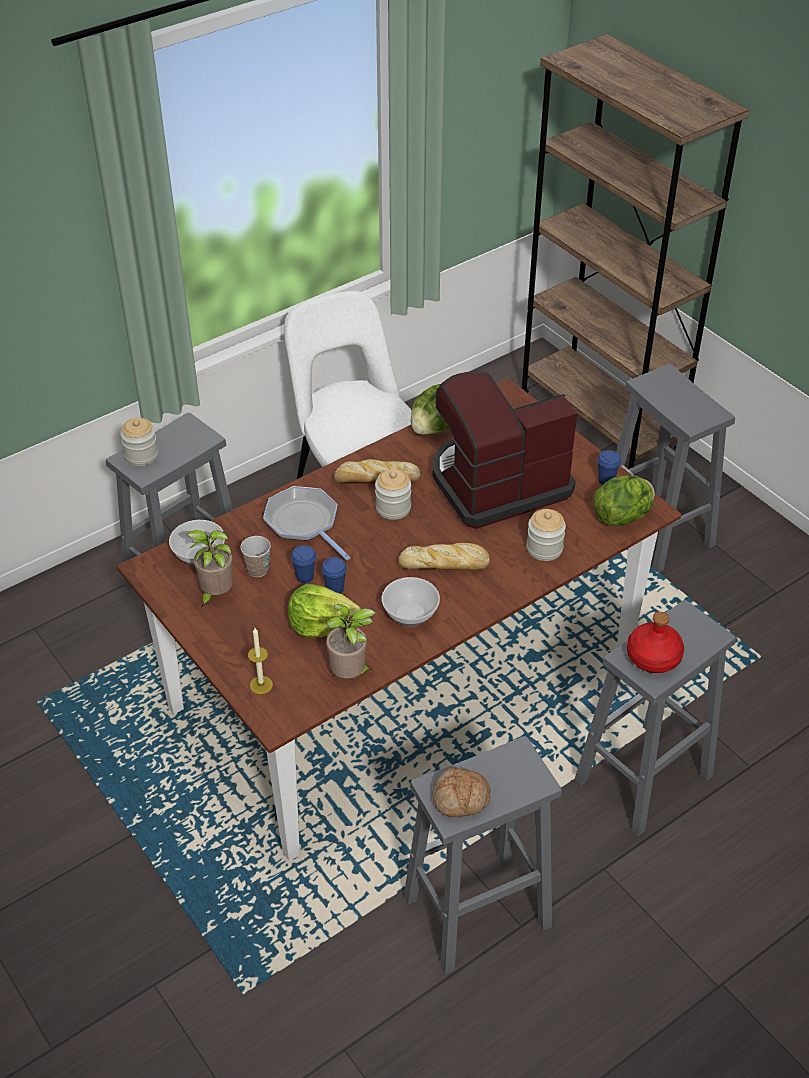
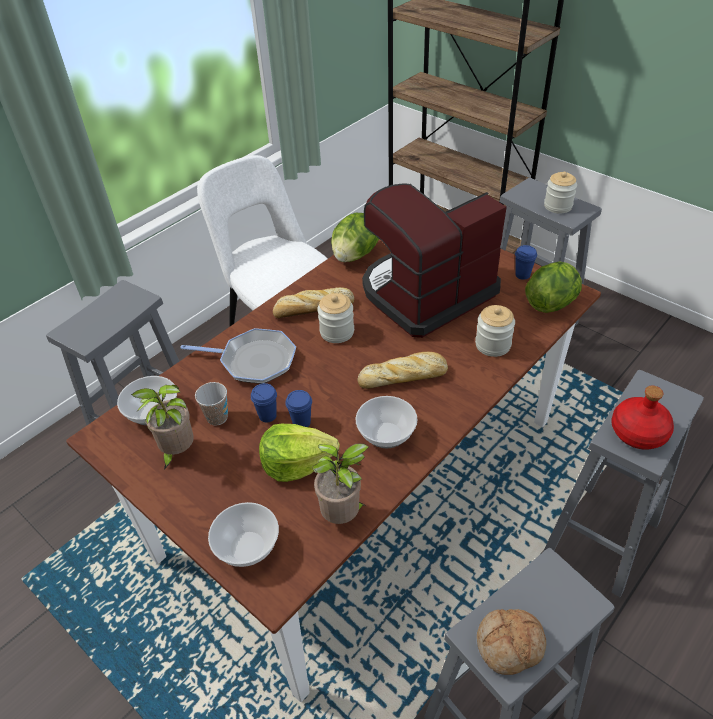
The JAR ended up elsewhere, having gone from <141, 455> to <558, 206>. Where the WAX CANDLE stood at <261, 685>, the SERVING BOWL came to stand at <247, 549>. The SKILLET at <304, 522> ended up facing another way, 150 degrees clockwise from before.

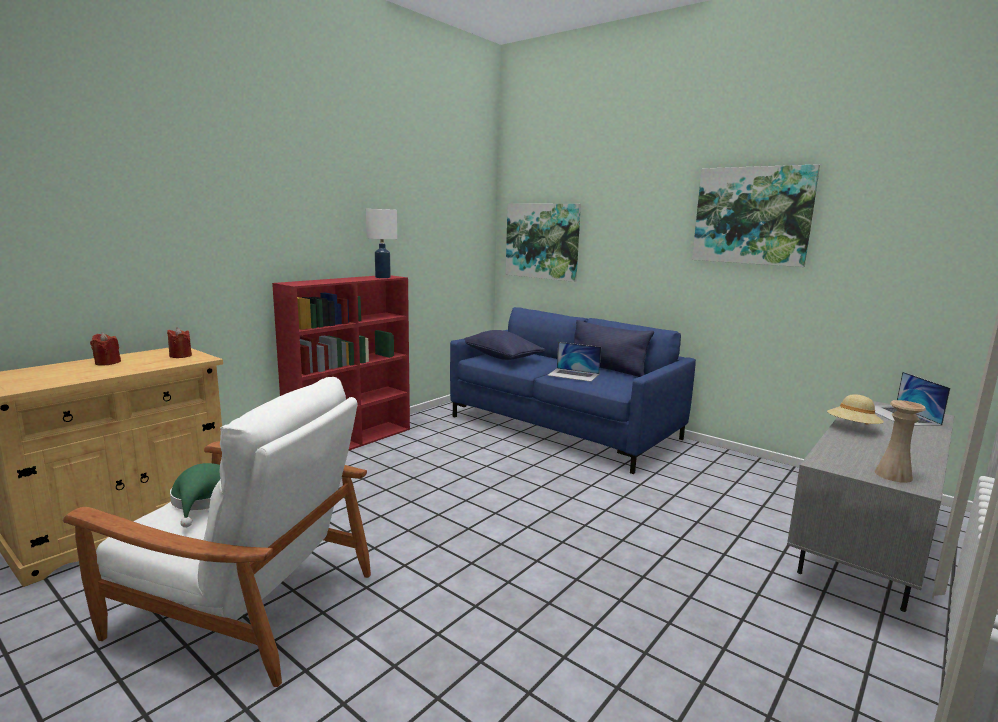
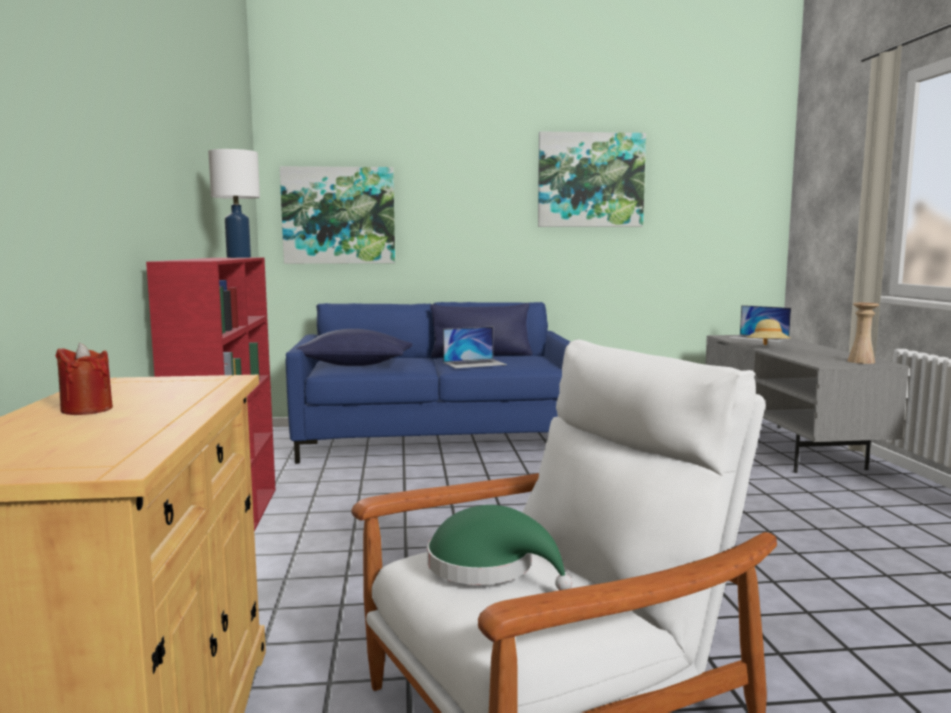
The second view lost the RED-COLOURED WAX CANDLE at <180, 356>.

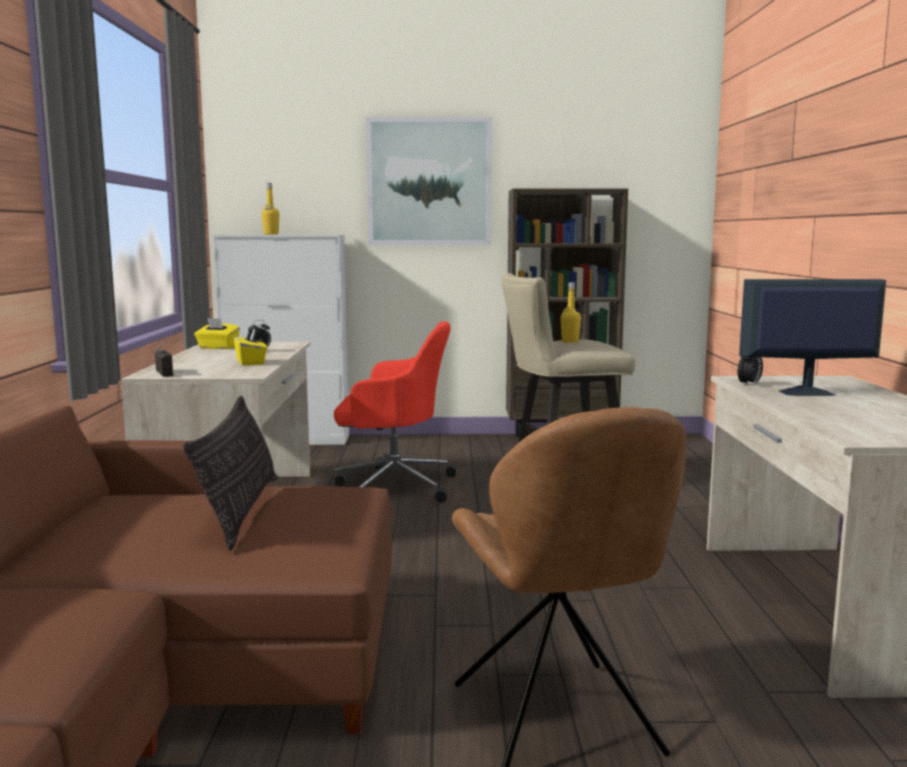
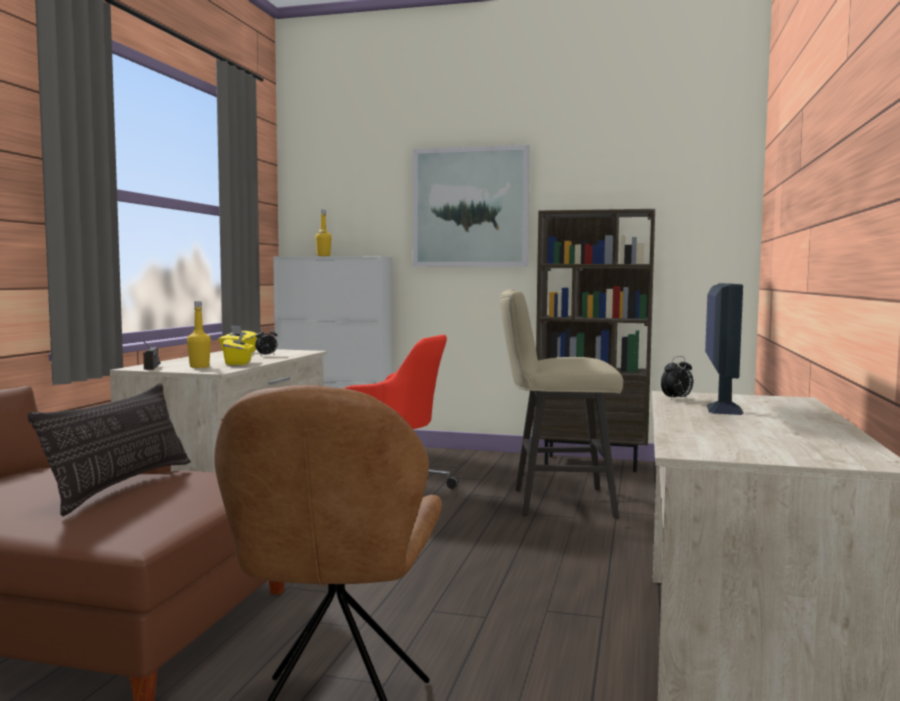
The YELLOW BEVERAGE BOTTLE ended up elsewhere, having gone from <570, 341> to <199, 367>. The COMPUTER DISPLAY at <805, 393> ended up facing another way, 90 degrees clockwise from before.

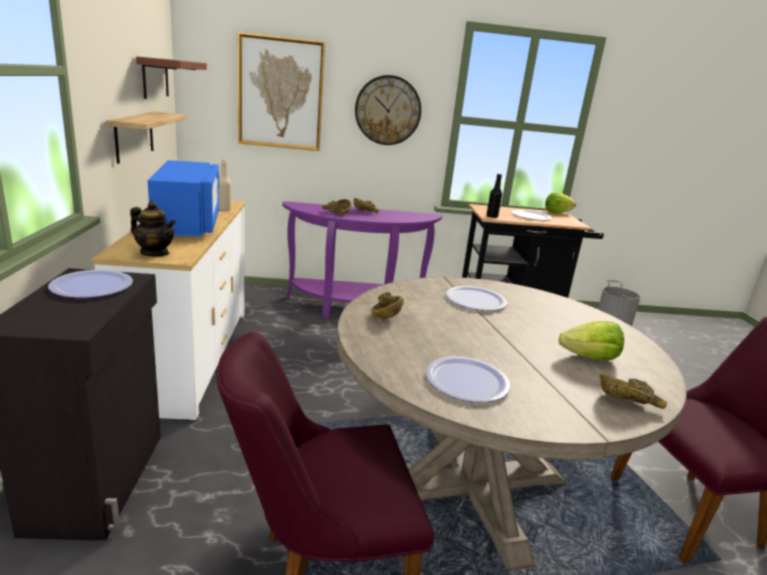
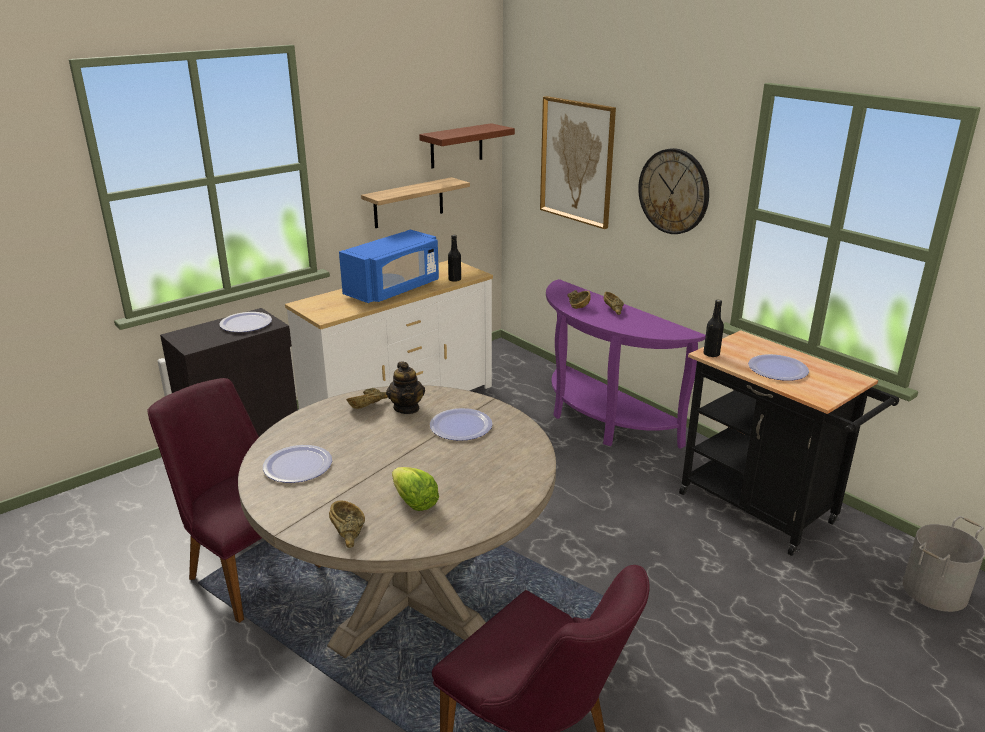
The POT FOR TEA ended up elsewhere, having gone from <155, 253> to <407, 408>. What was the BEIGE-COLOURED BEVERAGE BOTTLE at <224, 209> turned into the BLACKISH BEVERAGE BOTTLE at <454, 280>. The second view lost the LETTUCE at <557, 212>.

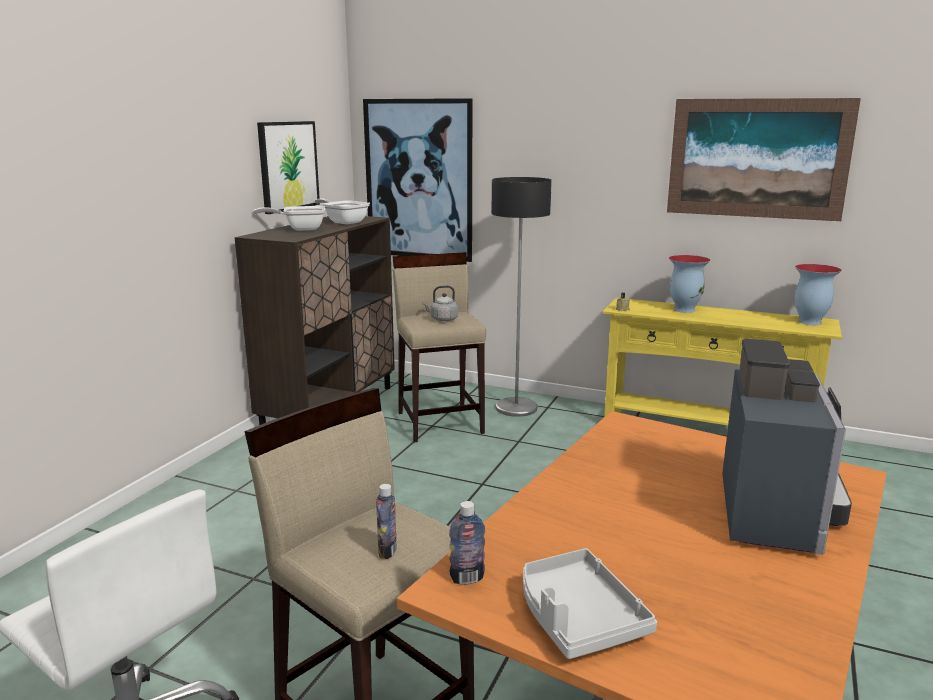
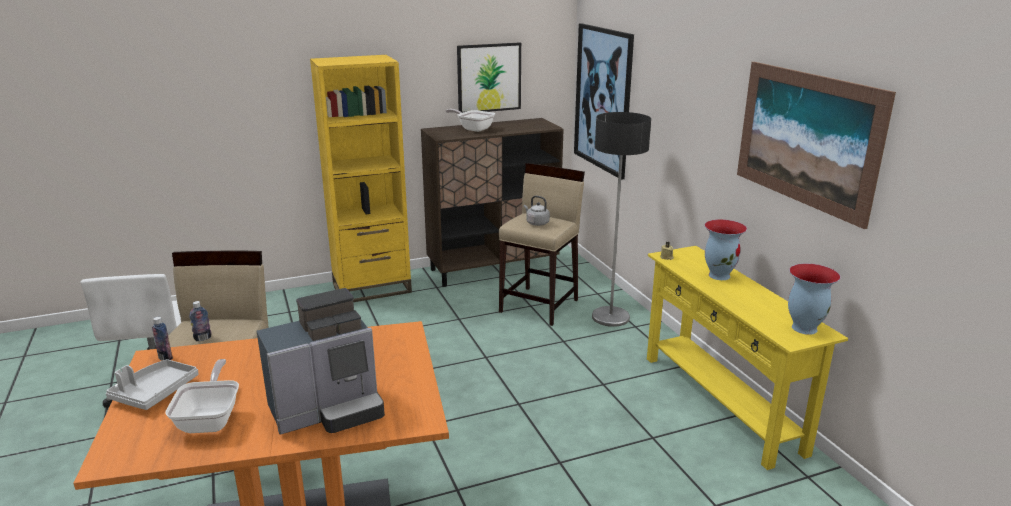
The SKILLET ended up elsewhere, having gone from <344, 222> to <211, 418>. The second view gained the YELLOW SHELVING UNIT at <372, 288>.

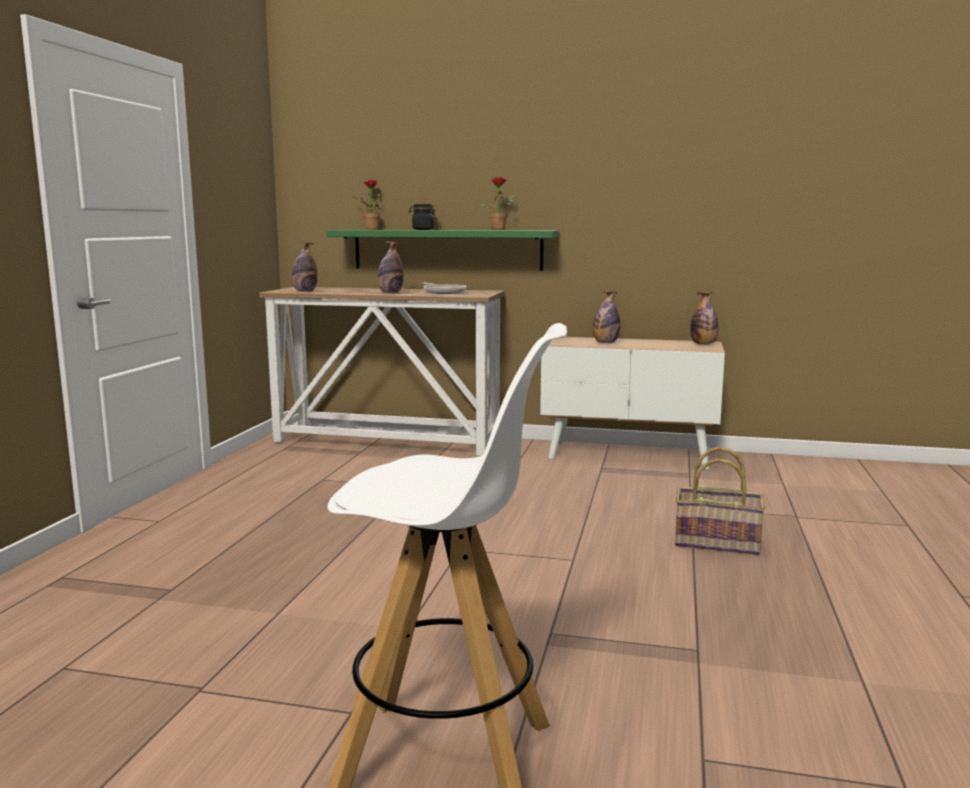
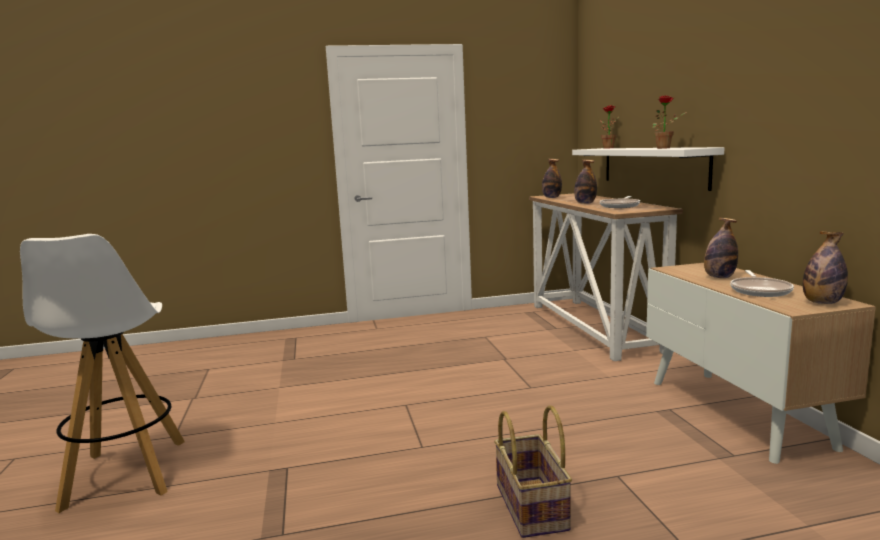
What was the GREEN SHELF at <447, 249> turned into the WHITISH SHELF at <652, 166>. The second view lost the BLACKISH JAR at <422, 229>. The second view gained the SKILLET at <760, 290>.

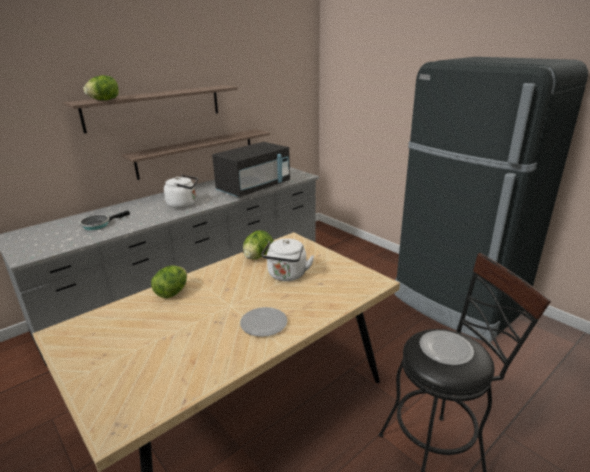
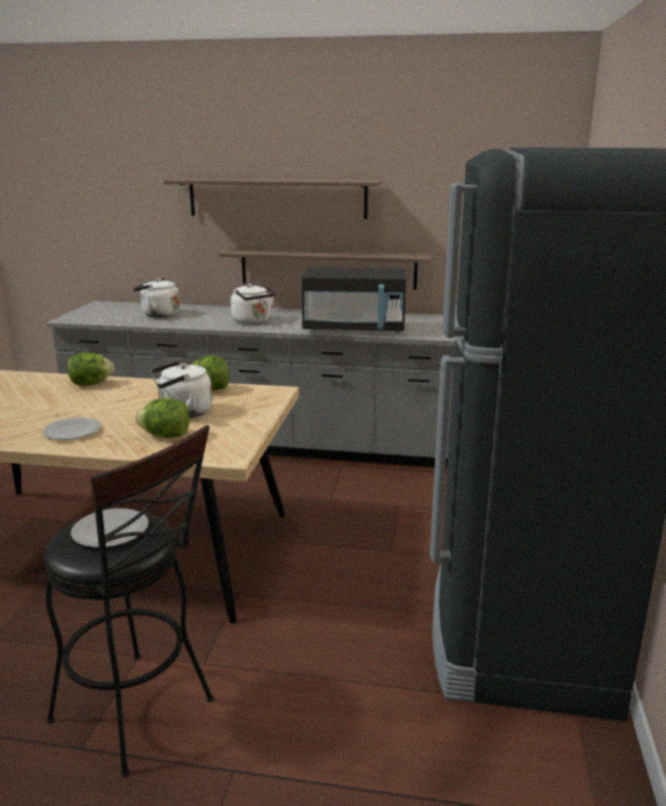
Where the SKILLET stood at <98, 224>, the WHITISH TEA KETTLE came to stand at <158, 315>. The LETTUCE ended up elsewhere, having gone from <104, 100> to <166, 436>.

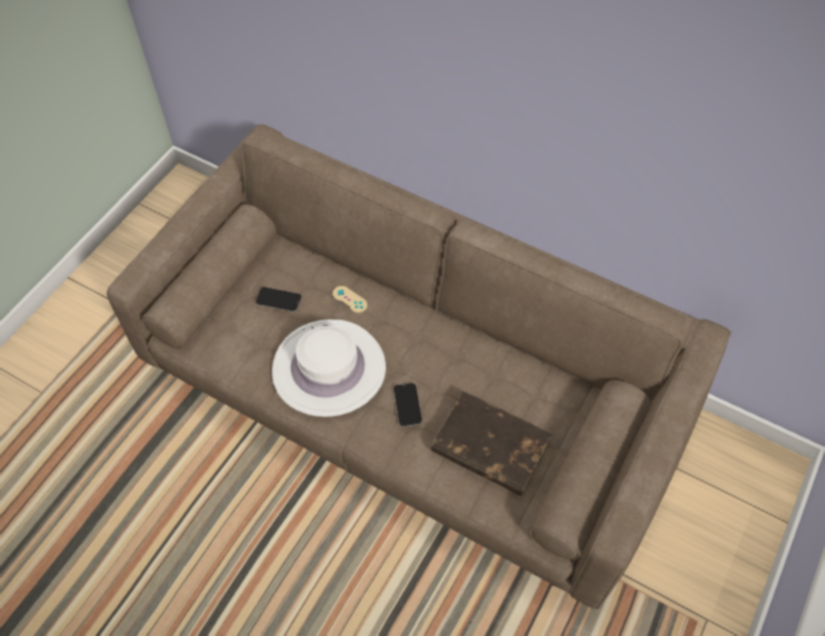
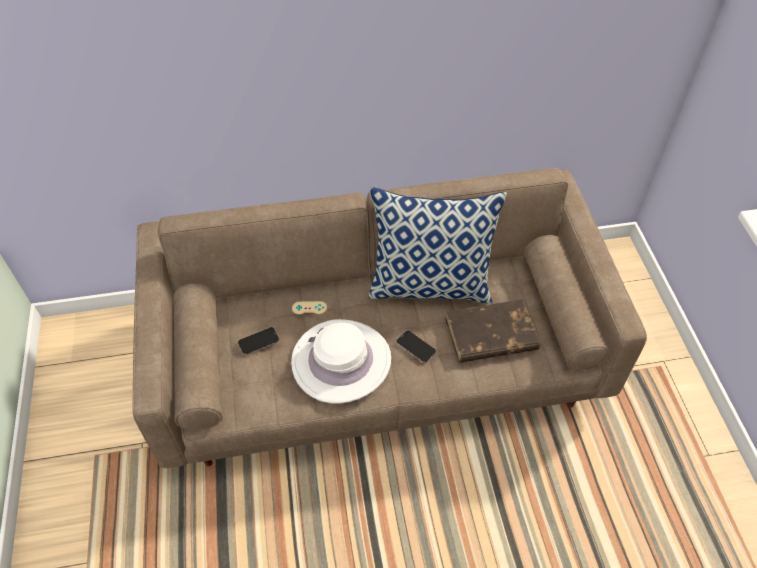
The second view gained the CUSHION at <431, 285>.

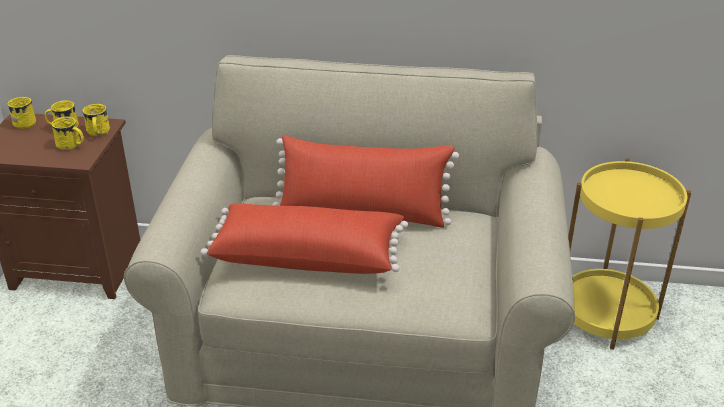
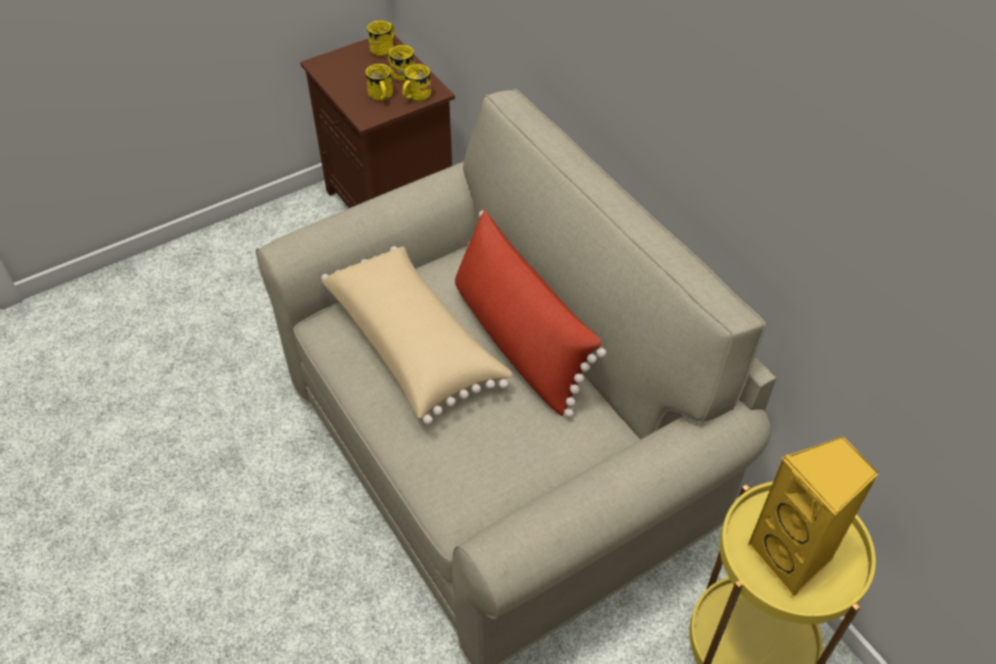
What was the RED-COLOURED CUSHION at <308, 255> turned into the BEIGE-COLOURED CUSHION at <414, 345>. The second view gained the YELLOW SPEAKER at <793, 558>.

